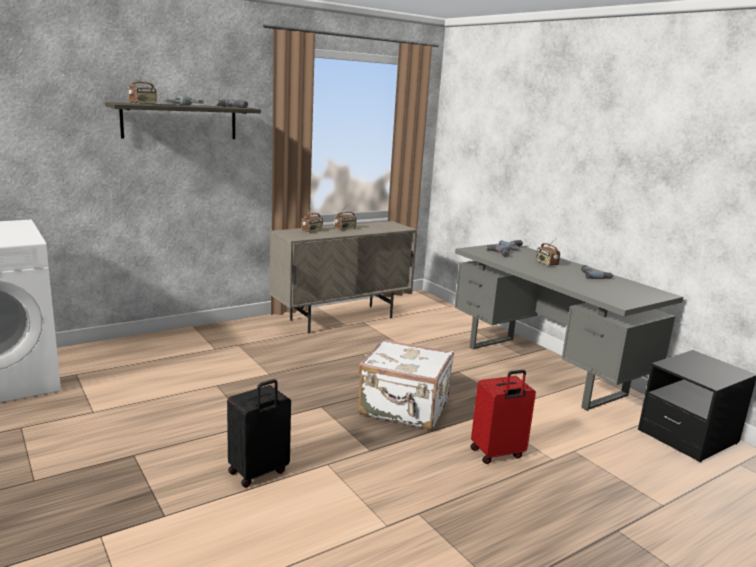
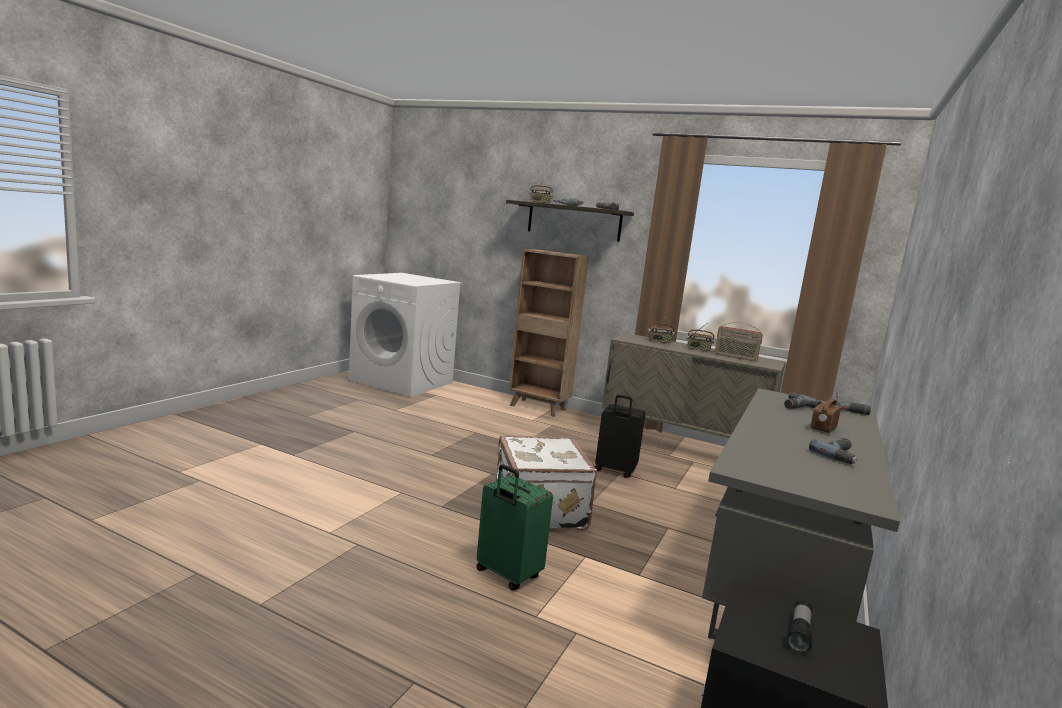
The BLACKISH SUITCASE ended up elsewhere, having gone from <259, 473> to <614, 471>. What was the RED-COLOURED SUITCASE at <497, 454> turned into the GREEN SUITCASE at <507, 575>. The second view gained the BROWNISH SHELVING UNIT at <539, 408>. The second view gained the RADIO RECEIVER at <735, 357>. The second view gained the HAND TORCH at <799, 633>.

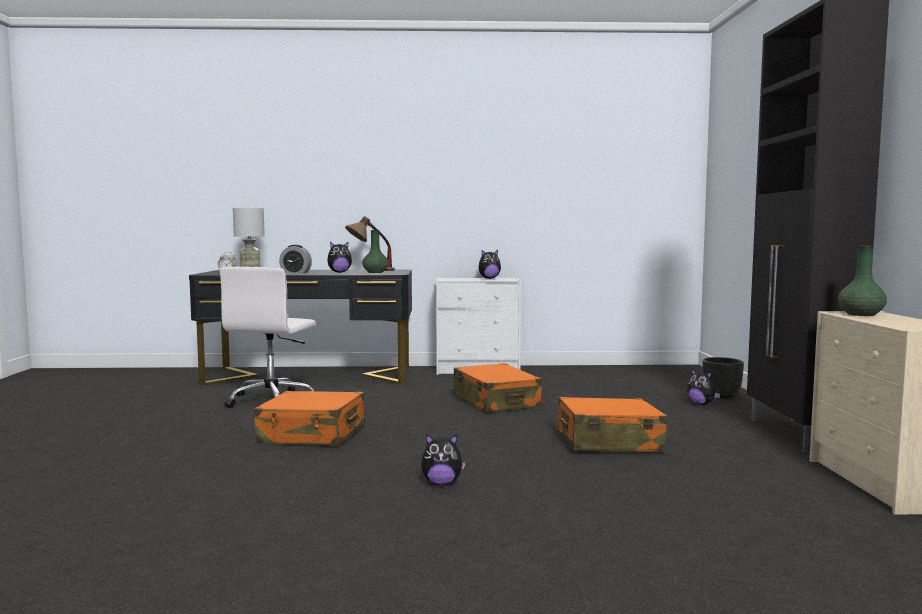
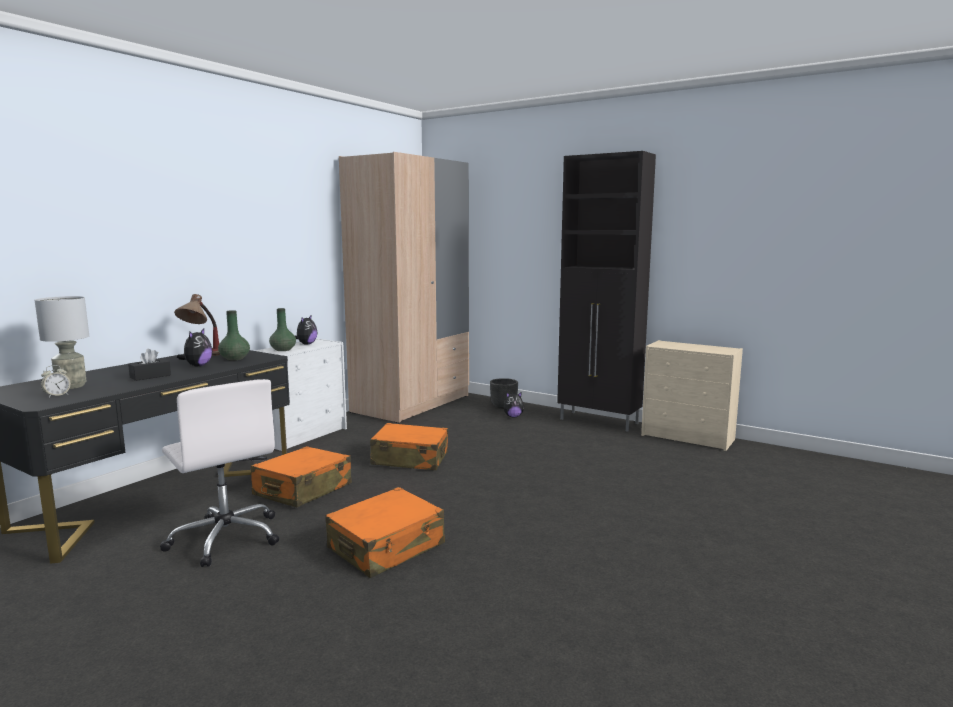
Where the ALARM CLOCK stood at <295, 273>, the BLACKISH TISSUE HOLDER came to stand at <150, 376>. The second view lost the PLUSH TOY at <441, 483>. The ORANGE SUITCASE ended up elsewhere, having gone from <608, 442> to <302, 490>. The GREEN DECORATIVE VASE ended up elsewhere, having gone from <860, 314> to <283, 350>. The second view gained the BEIGE-COLOURED ARMOIRE at <412, 404>.

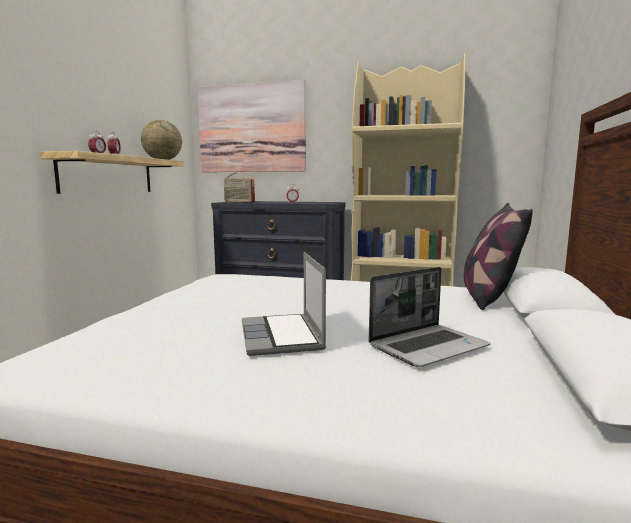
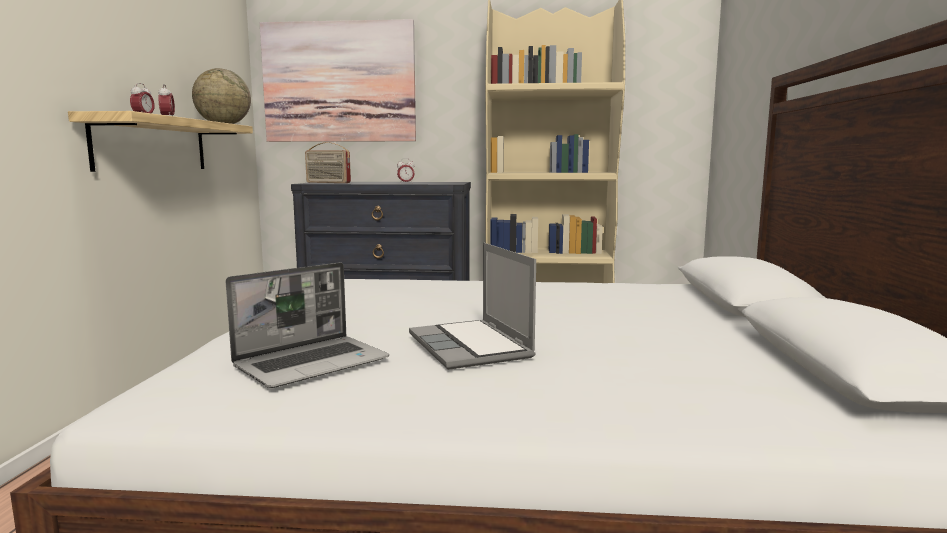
The PORTABLE COMPUTER ended up elsewhere, having gone from <428, 346> to <313, 363>. The second view lost the CUSHION at <488, 297>.

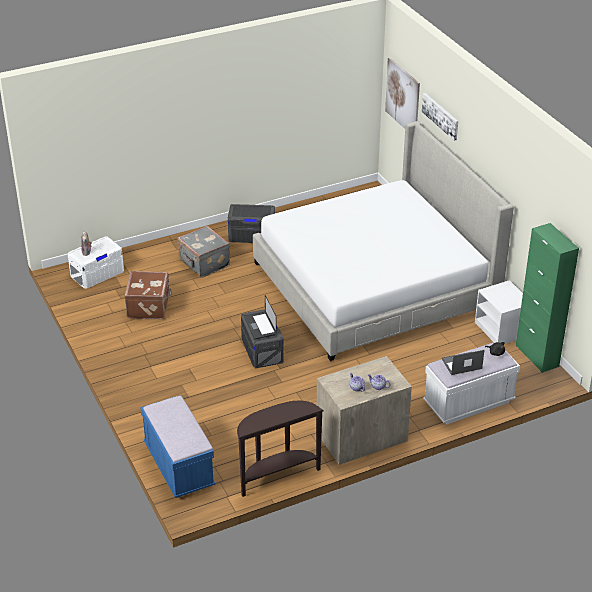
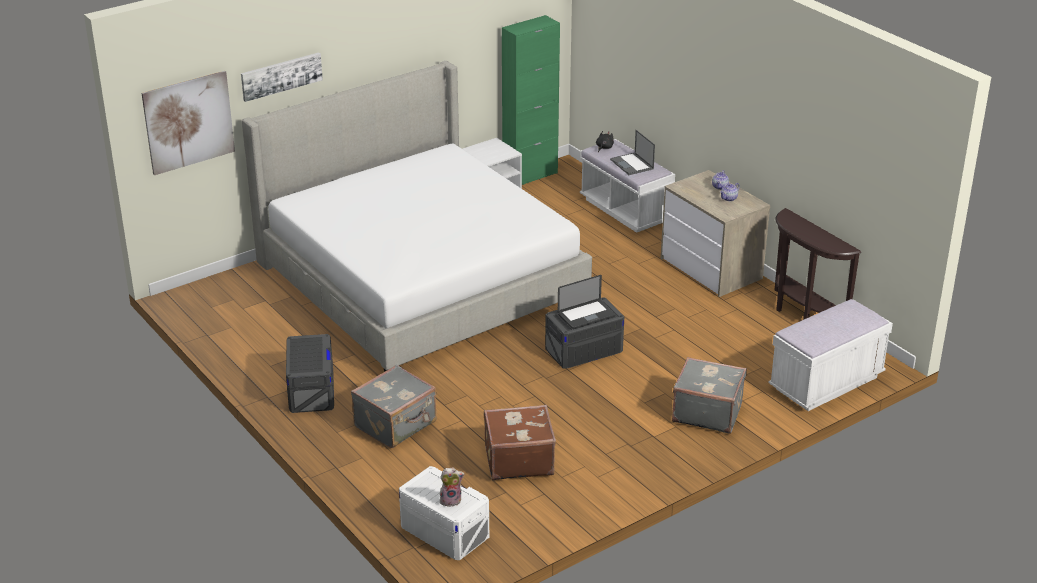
What was the BLUE LONG SEAT at <179, 466> turned into the WHITISH LONG SEAT at <826, 383>. The second view gained the GREY SUITCASE at <707, 412>.

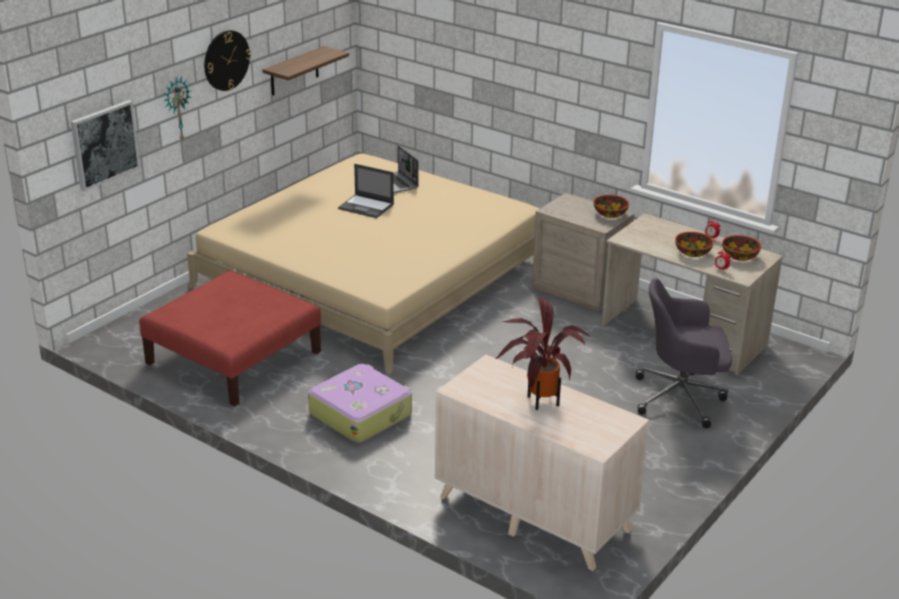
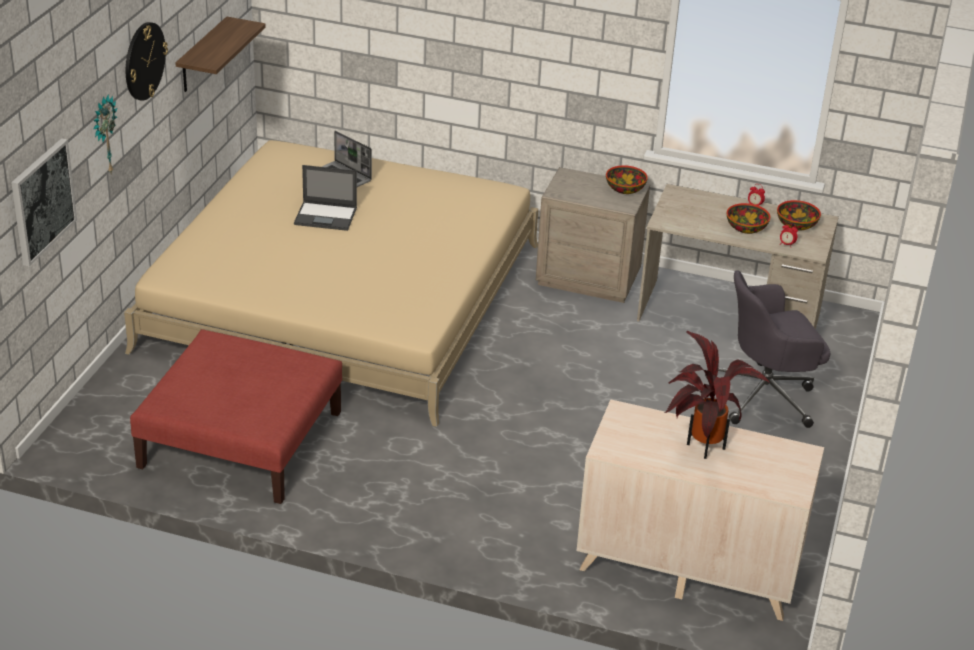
The second view lost the SUITCASE at <361, 413>.

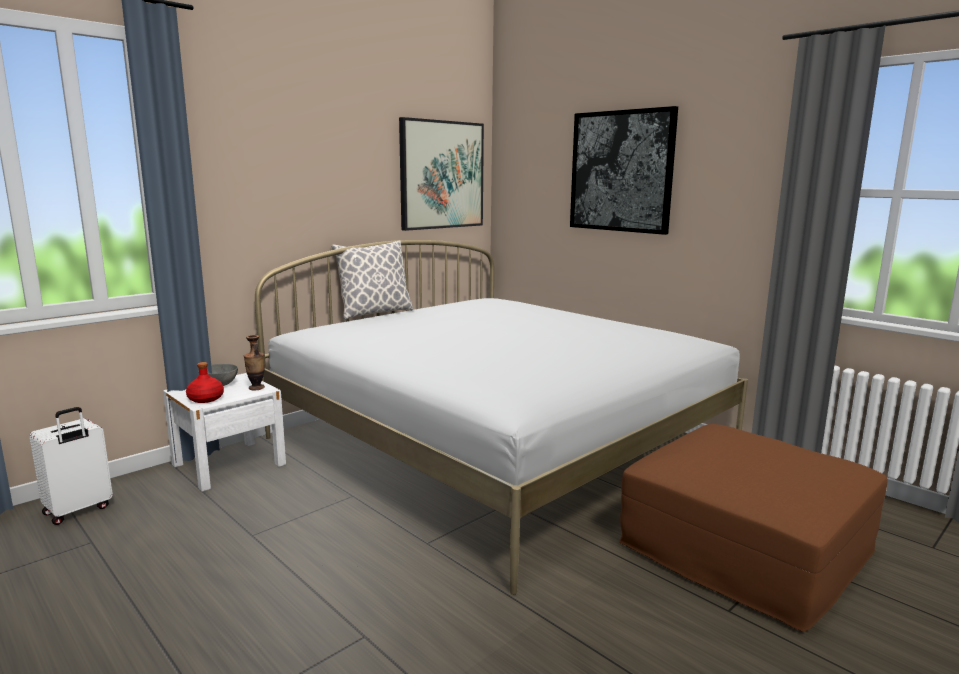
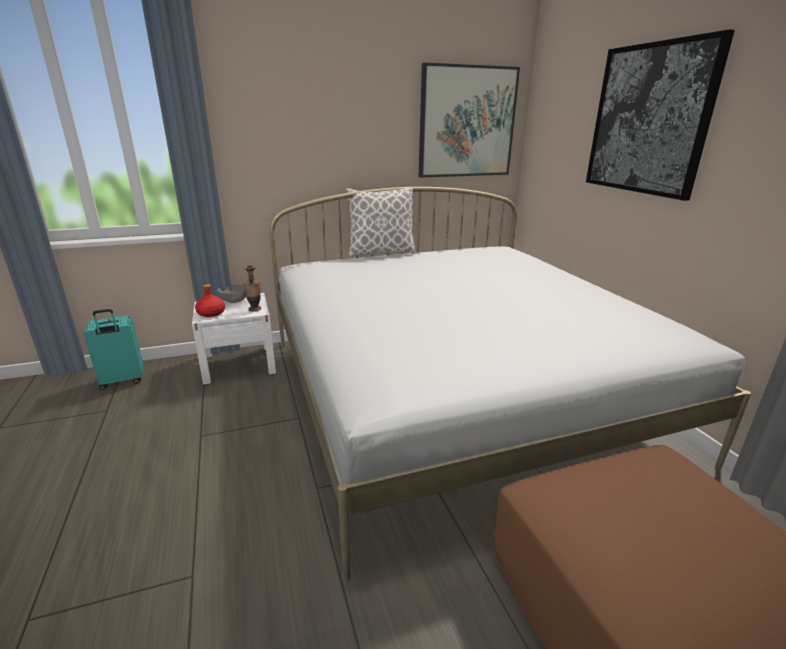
What was the WHITISH SUITCASE at <78, 510> turned into the TURQUOISE SUITCASE at <122, 381>.

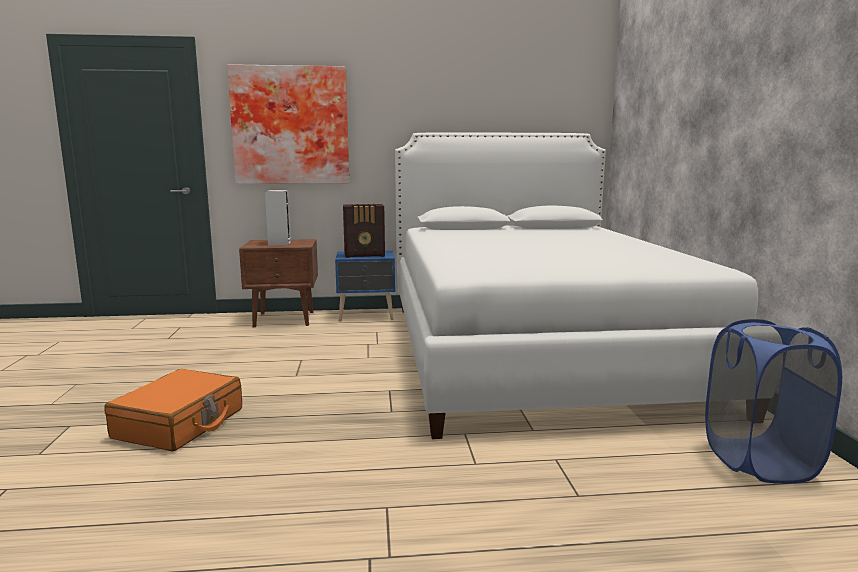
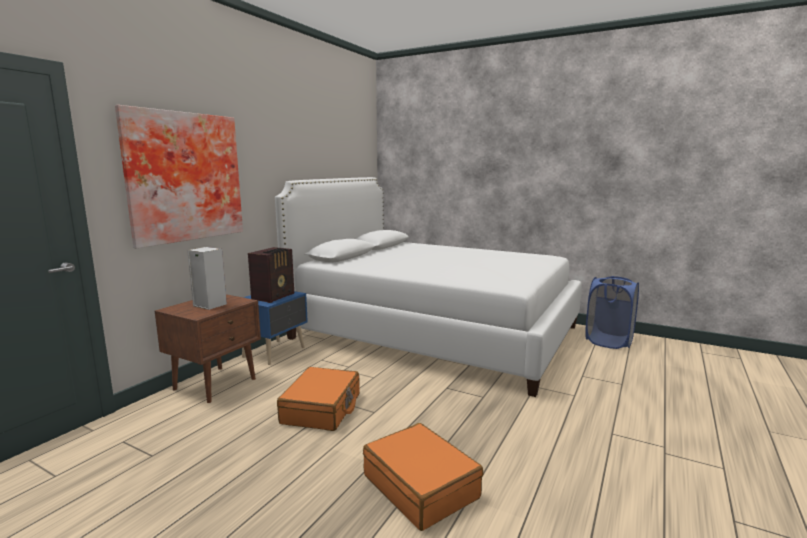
The second view gained the ORANGE SUITCASE at <322, 409>.

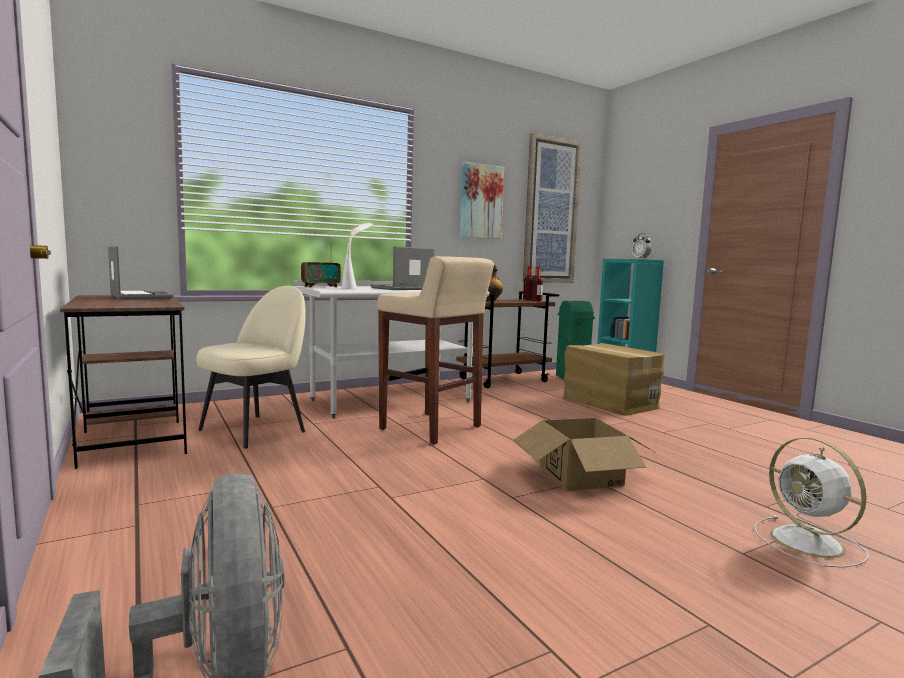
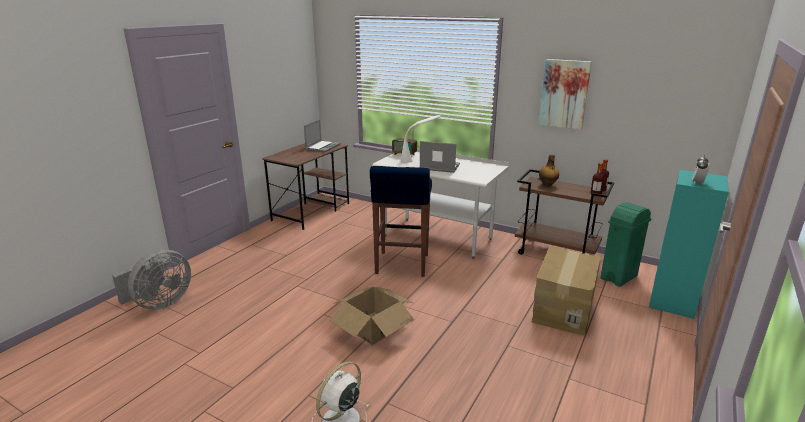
The second view lost the BEIGE-COLOURED UPRIGHT CHAIR at <255, 430>. What was the BEIGE-COLOURED STOOL SEAT at <431, 428> turned into the BLUE STOOL SEAT at <402, 264>. The second view lost the WALL PICTURE at <551, 211>.

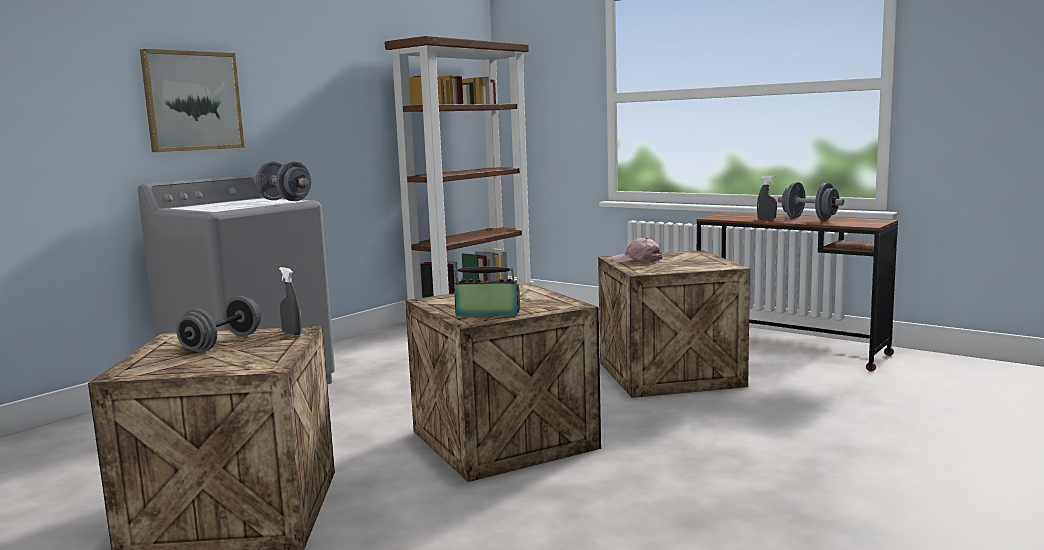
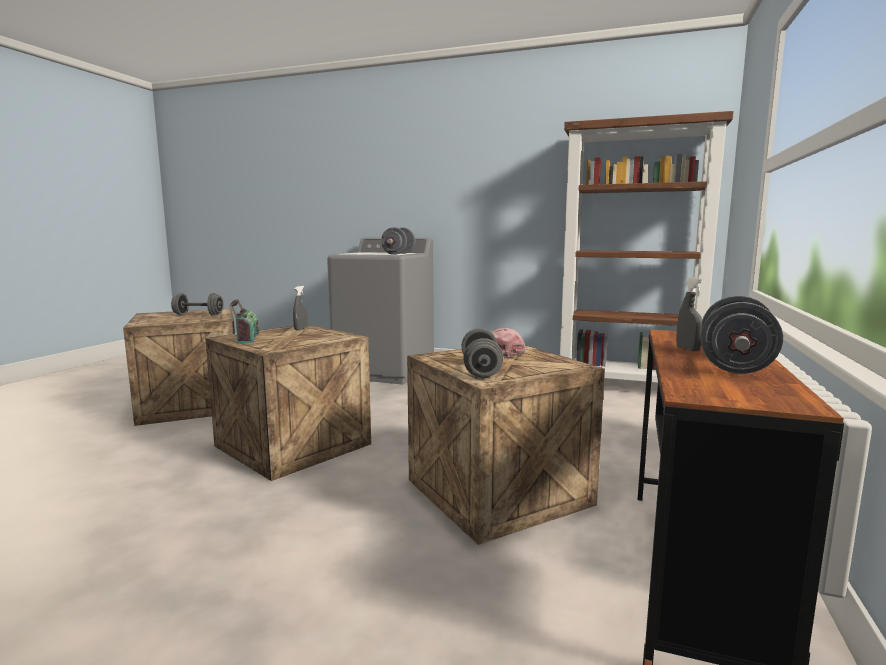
The second view lost the WALL PICTURE at <192, 101>. The GREY HAND SPRAYER ended up elsewhere, having gone from <292, 333> to <301, 329>. The second view gained the GREY DUMBBELL at <481, 370>.

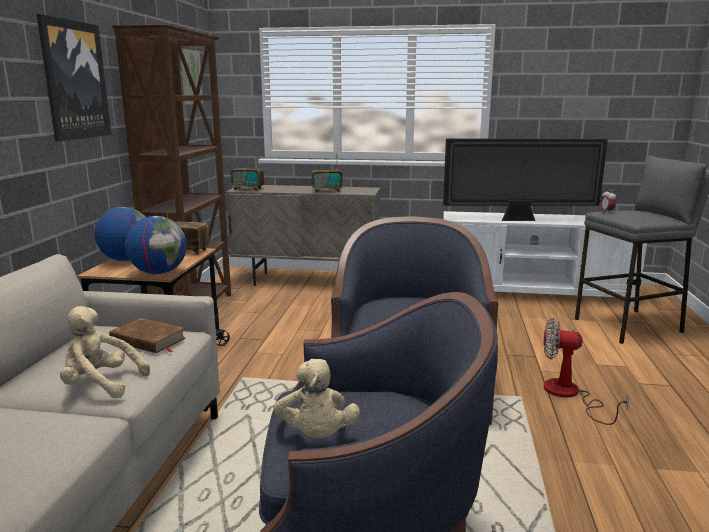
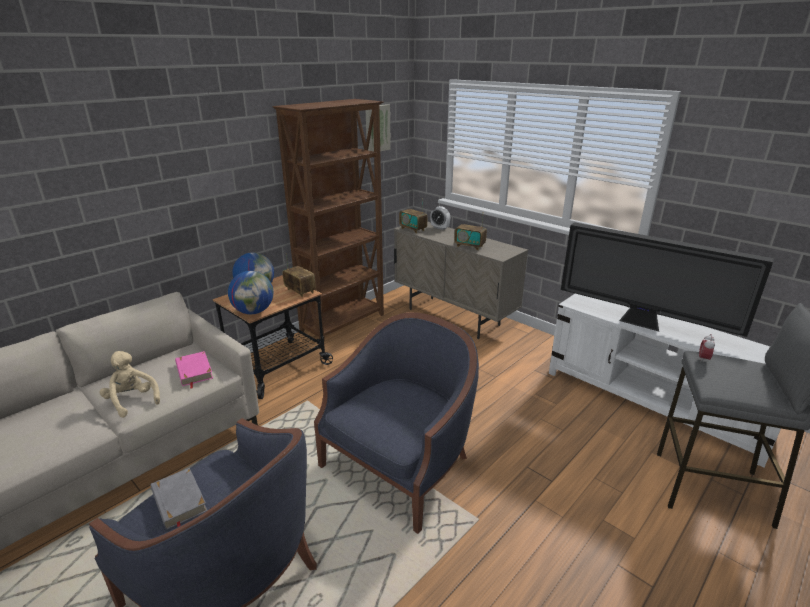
The second view lost the WALL PICTURE at <74, 80>. What was the BROWNISH BOOK at <148, 340> turned into the PINK BOOK at <194, 371>. Where the BEIGE-COLOURED PLUSH TOY stood at <316, 436>, the GREY BOOK came to stand at <179, 501>. The second view lost the ELECTRIC FAN at <569, 395>. The second view gained the ALARM CLOCK at <440, 228>.

